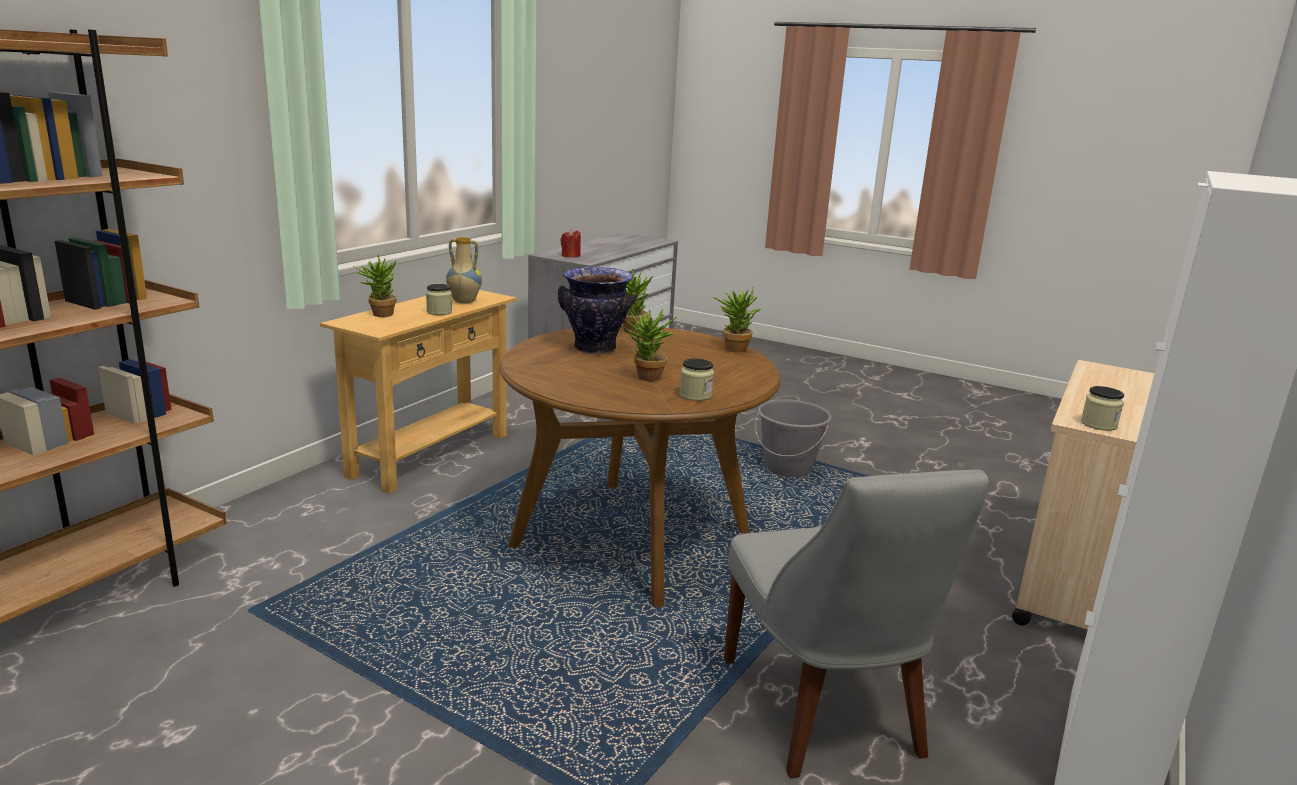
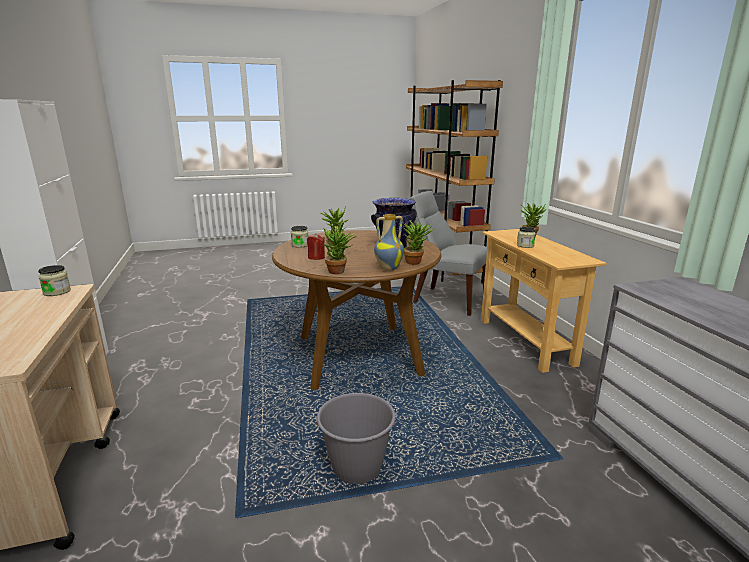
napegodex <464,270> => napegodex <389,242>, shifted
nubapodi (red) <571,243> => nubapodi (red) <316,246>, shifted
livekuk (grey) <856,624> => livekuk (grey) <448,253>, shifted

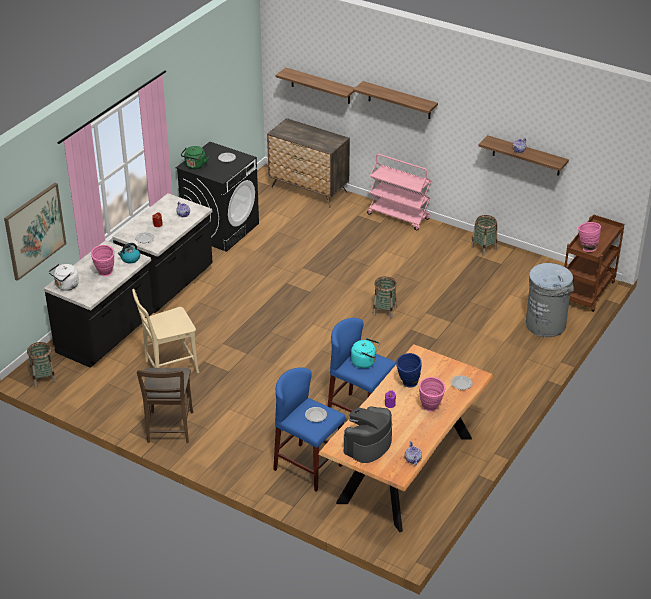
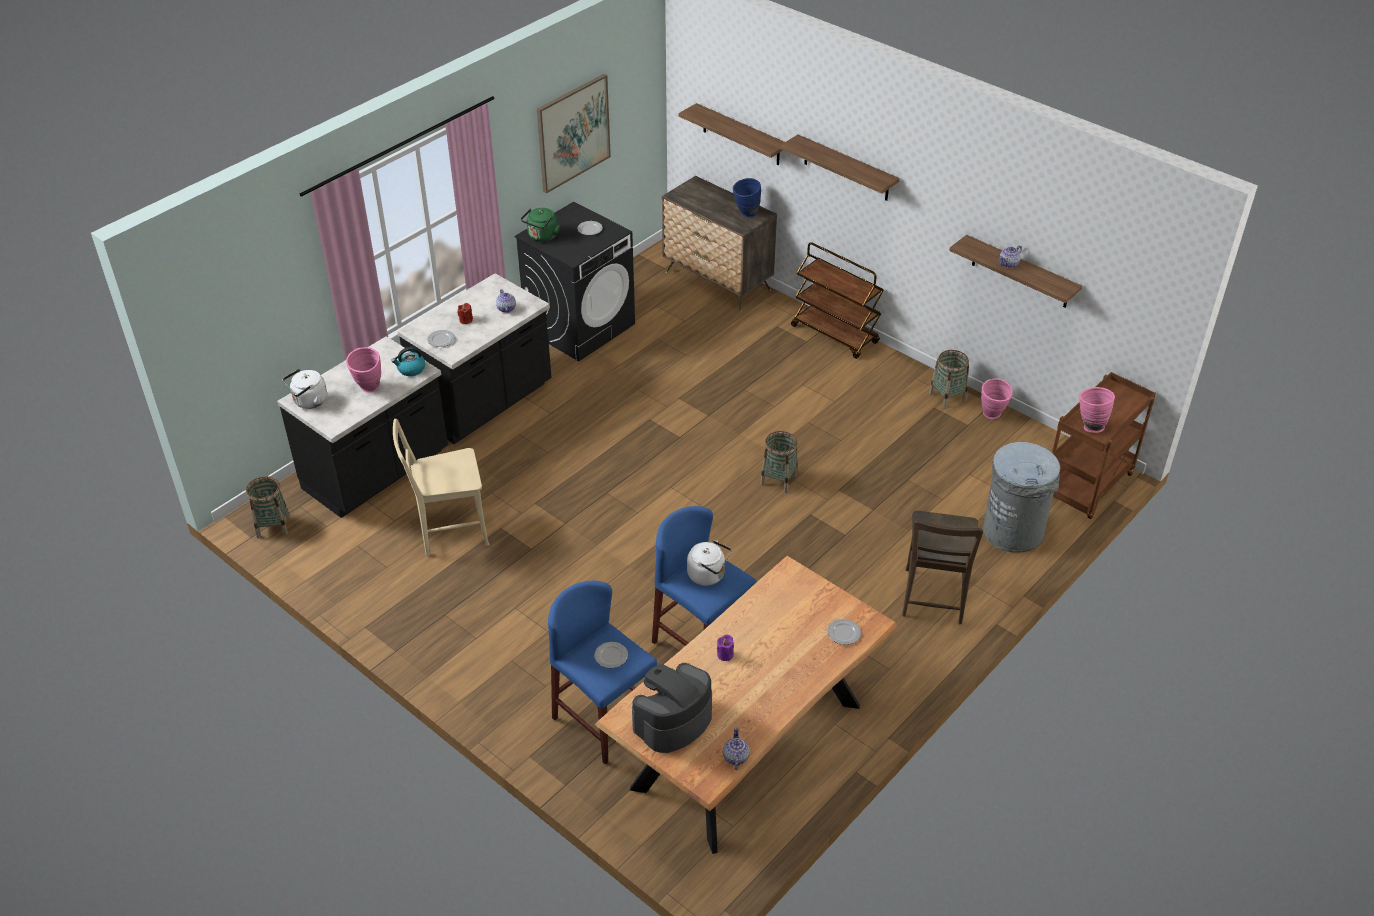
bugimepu <35,232> => bugimepu <574,134>, shifted
livekuk (brown) <165,405> => livekuk (brown) <942,567>, shifted
napegodex (blue) <409,370> => napegodex (blue) <747,198>, shifted
napegodex (pink) <432,394> => napegodex (pink) <997,398>, shifted
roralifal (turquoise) <365,353> => roralifal (white) <709,563>
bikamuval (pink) <399,192> => bikamuval (brown) <837,300>

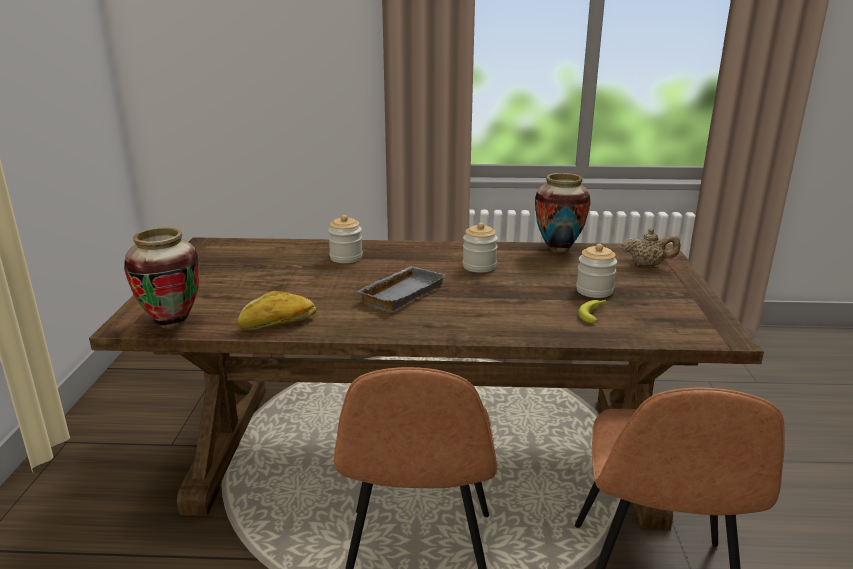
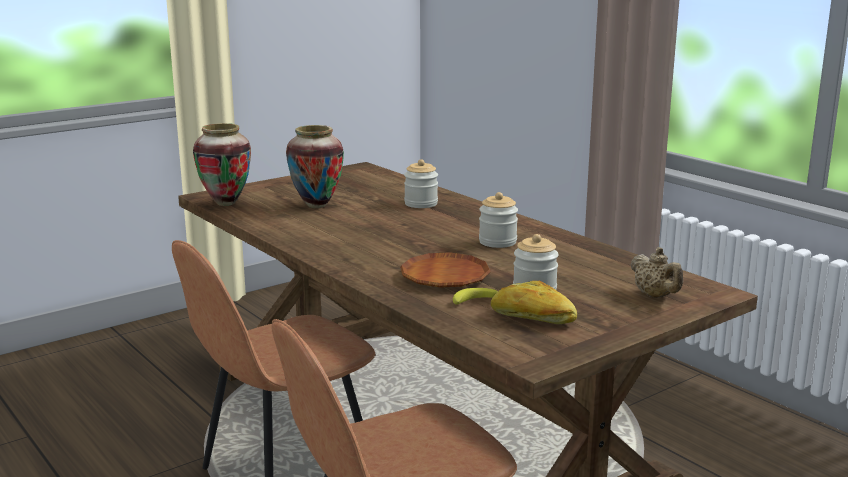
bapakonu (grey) <402,288> => nothing
nothing => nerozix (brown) <445,270>
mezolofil <277,310> => mezolofil <534,302>, shifted
napegodex <563,213> => napegodex <315,166>, shifted

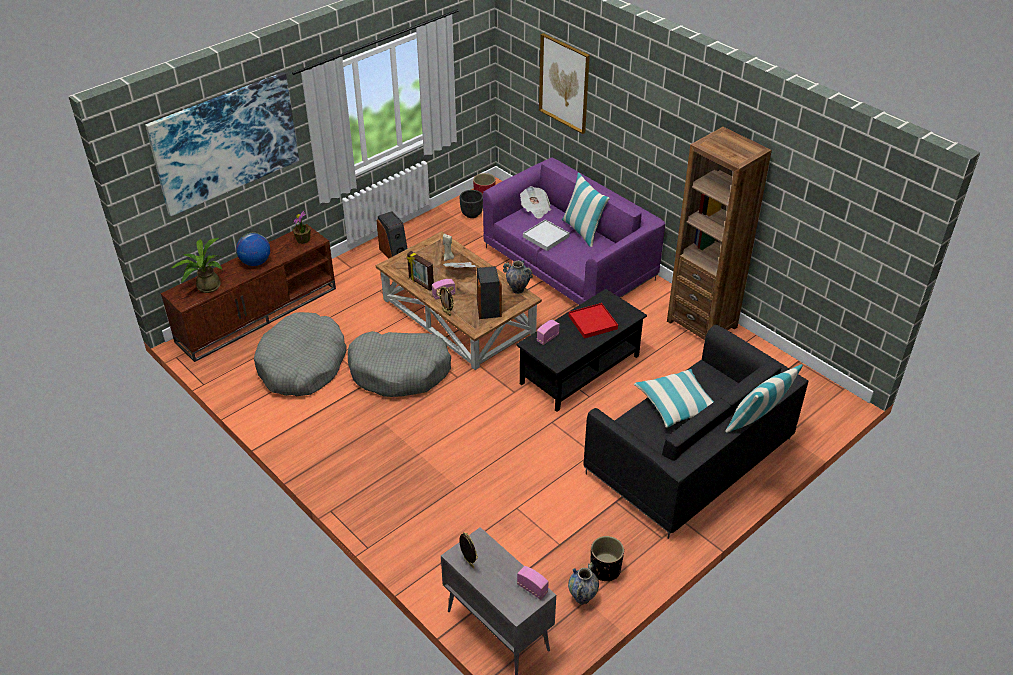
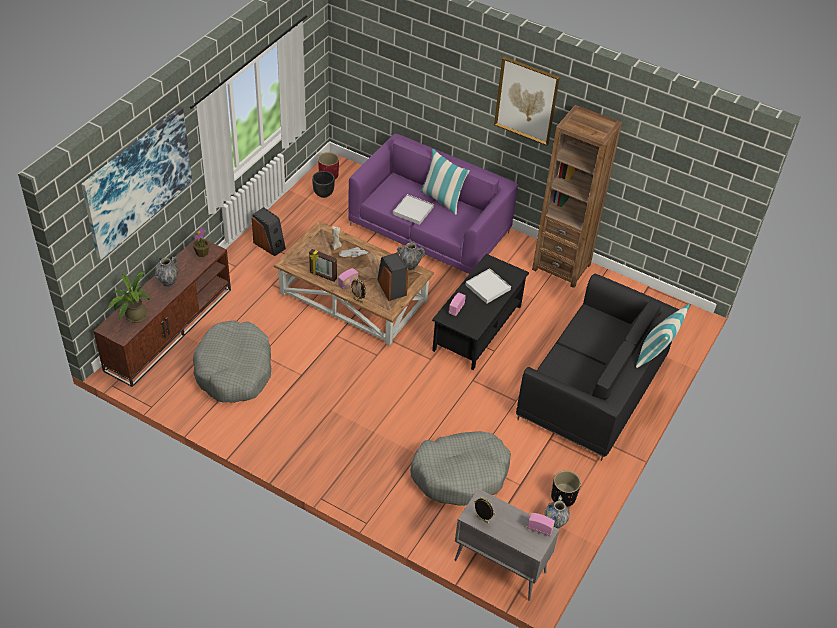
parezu <535,202> => nothing
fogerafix <674,398> => nothing
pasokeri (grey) <399,364> => pasokeri (grey) <460,468>, shifted
bugimepu <564,83> => bugimepu <527,101>, shifted
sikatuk <253,249> => napegodex <166,271>
bapakonu (red) <593,321> => bapakonu (white) <488,286>

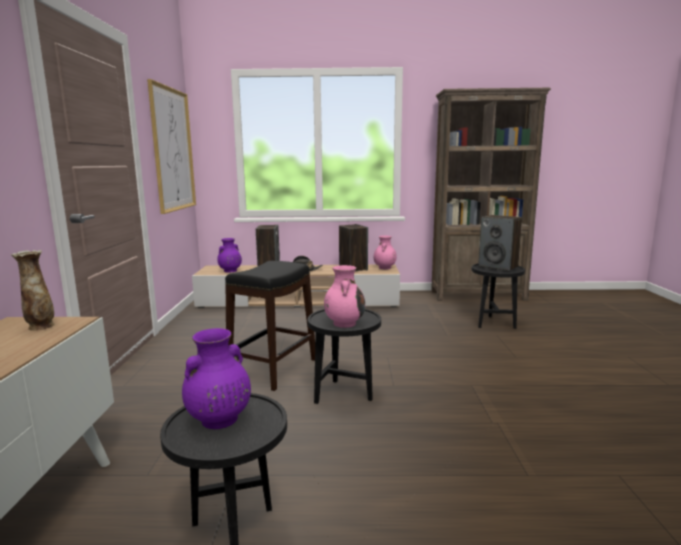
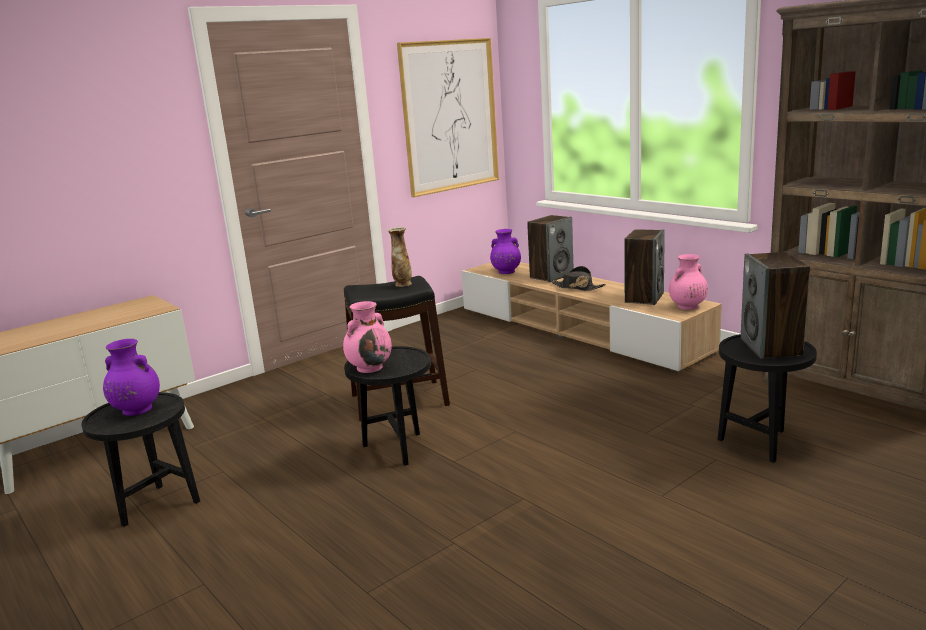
napegodex <33,290> => napegodex <399,257>, shifted

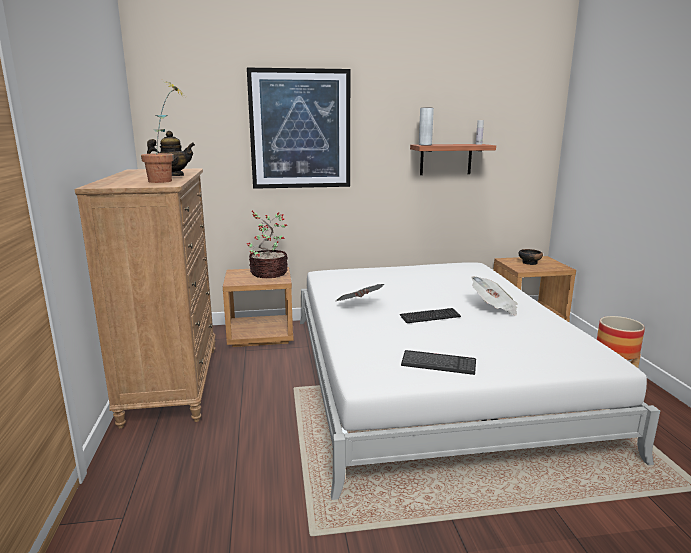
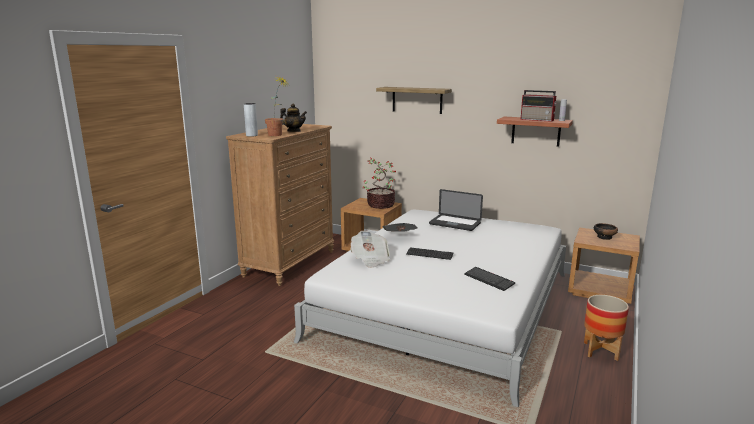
nothing => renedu <456,210>
nothing => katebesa <538,106>
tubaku <438,362> => tubaku <489,279>, shifted
napegodex (grey) <426,126> => napegodex (grey) <251,120>, shifted
parezu <494,296> => parezu <370,249>, shifted
bugimepu <298,128> => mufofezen <414,100>

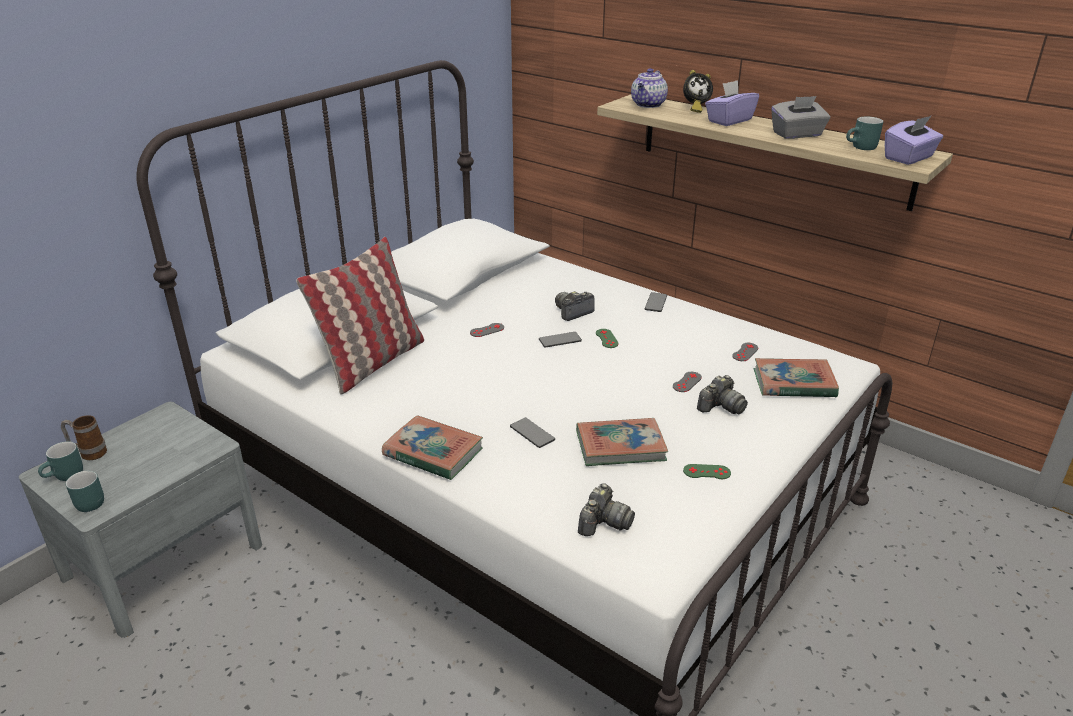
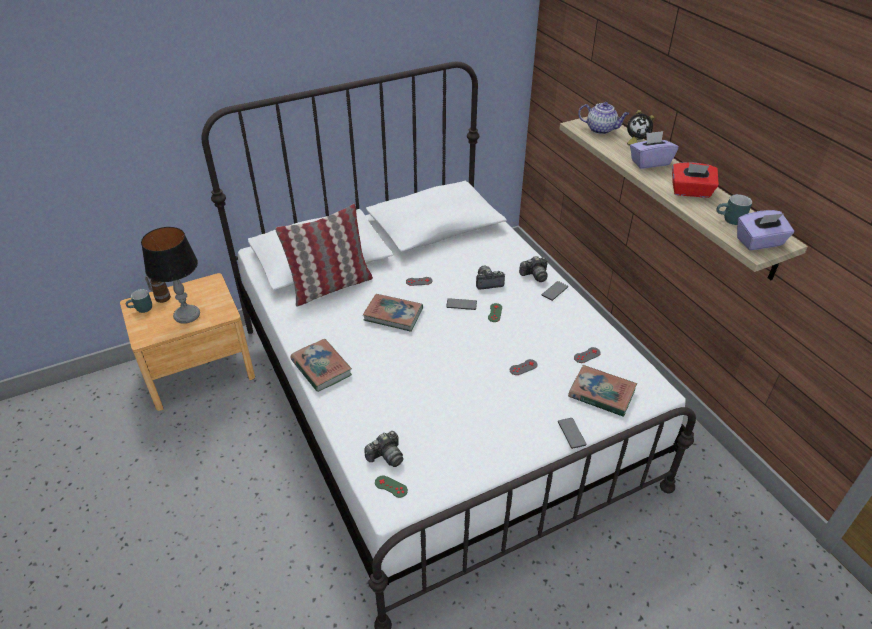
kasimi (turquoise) <85,491> => nothing
nothing => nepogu <170,275>
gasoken <532,433> => gasoken <572,433>, shifted
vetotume <622,442> => vetotume <393,313>, shifted
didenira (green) <707,471> => didenira (green) <391,486>, shifted
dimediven <722,394> => dimediven <533,269>, shifted
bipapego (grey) <140,520> => bipapego (brown) <187,342>
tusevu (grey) <800,117> => tusevu (red) <695,180>
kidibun <649,88> => kidibun <603,118>, 120 degrees counterclockwise

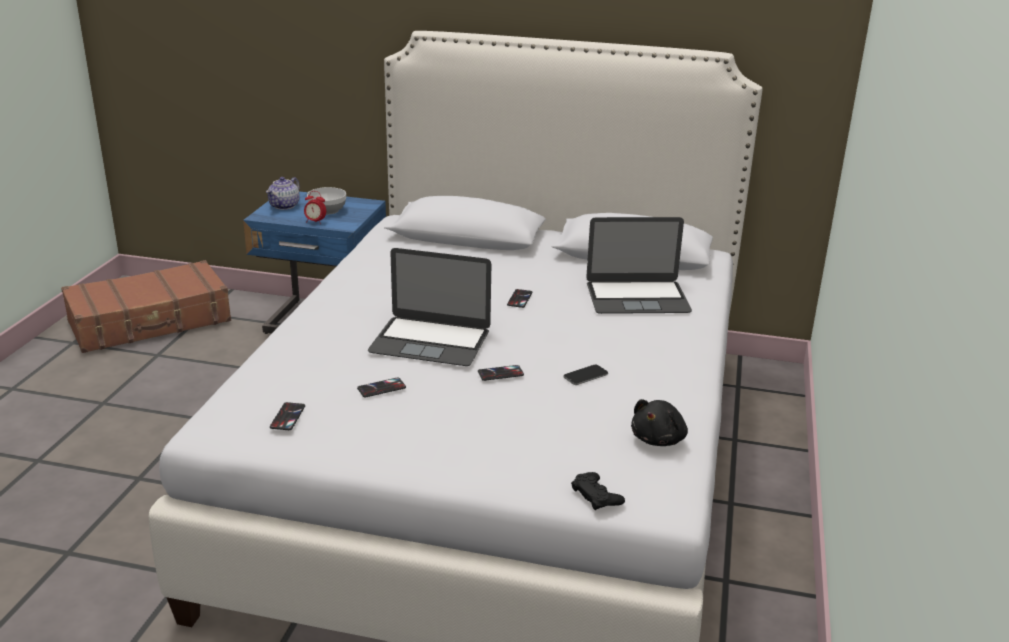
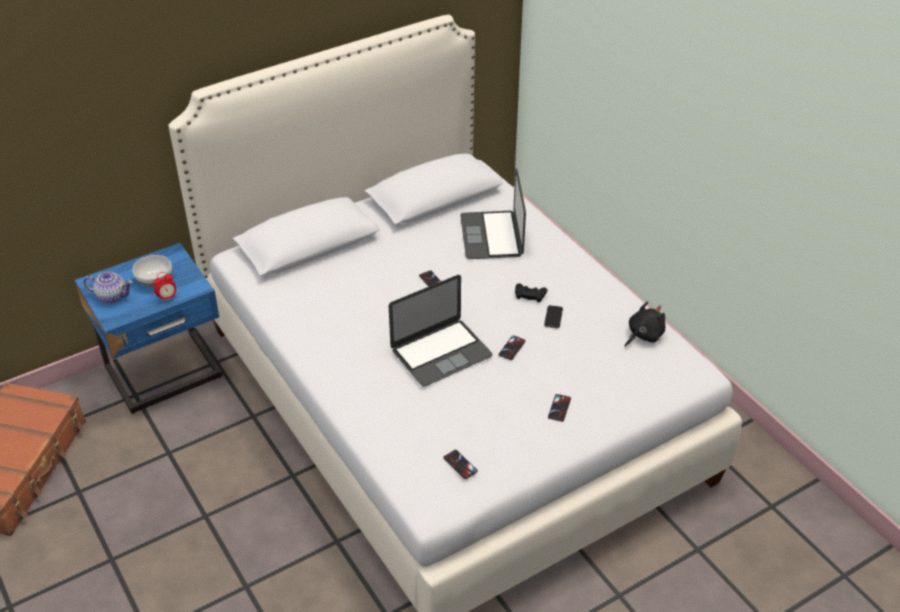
gasoken <381,387> => gasoken <559,408>, shifted
didenira (black) <598,491> => didenira (black) <531,293>, shifted
kidibun <283,193> => kidibun <108,288>, 60 degrees counterclockwise
renedu <639,265> => renedu <493,213>, 135 degrees clockwise
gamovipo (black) <659,422> => gamovipo (black) <645,324>, 120 degrees counterclockwise

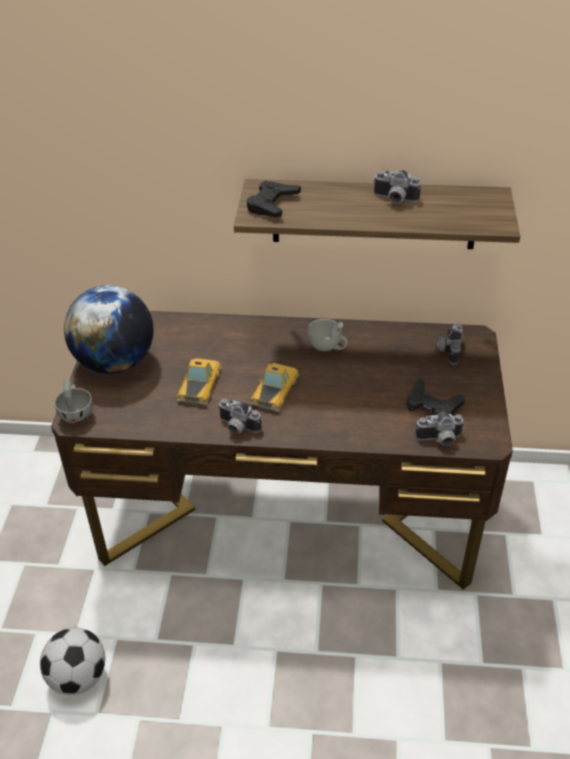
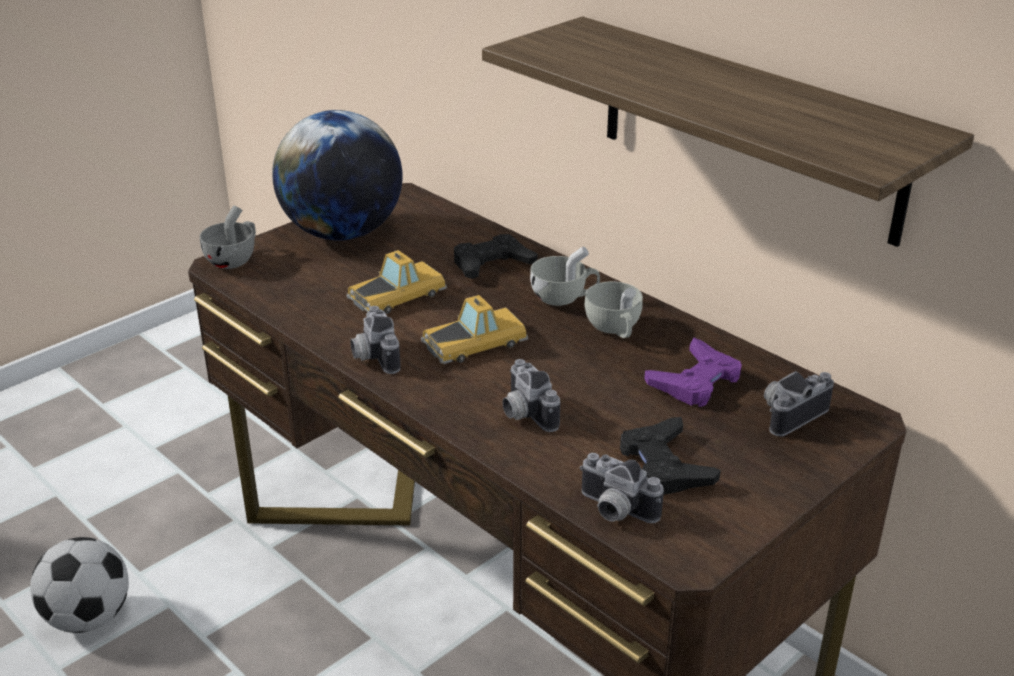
nothing => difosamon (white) <565,276>
nothing => didenira (purple) <693,372>
didenira (black) <274,199> => didenira (black) <495,256>, shifted
dimediven <397,186> => dimediven <531,395>, shifted

